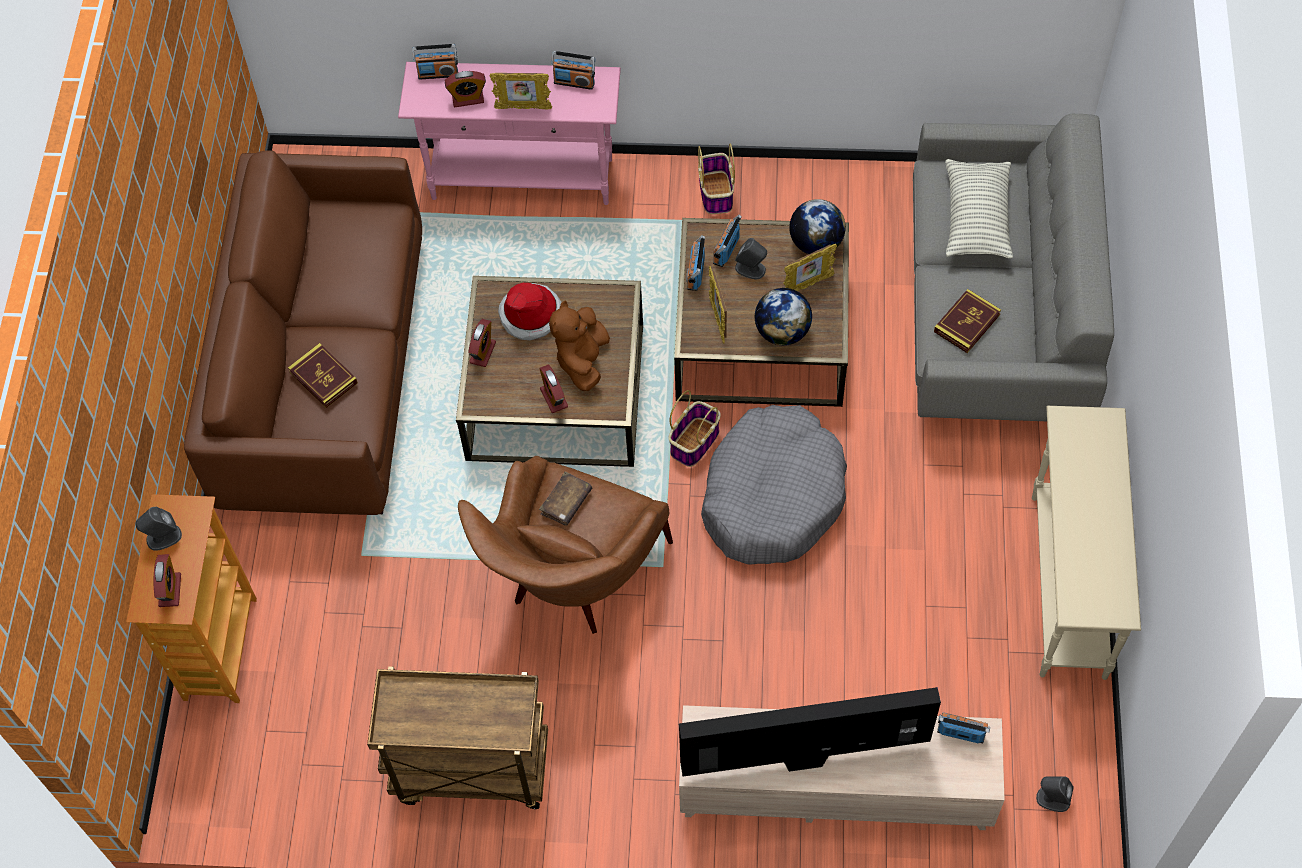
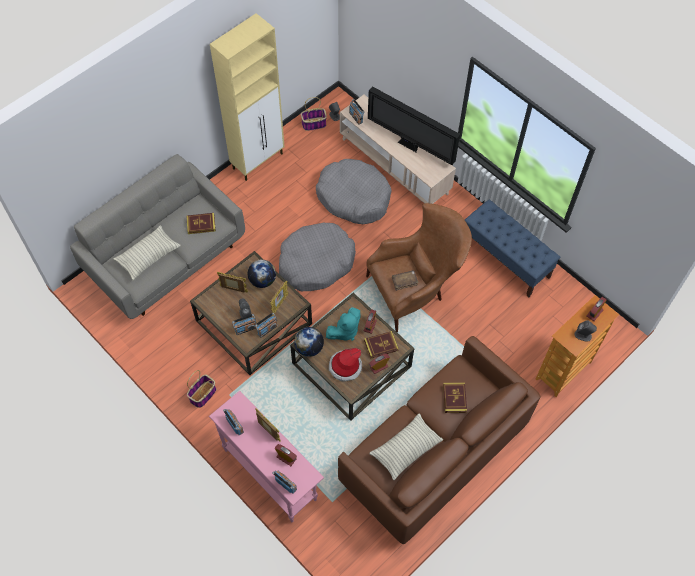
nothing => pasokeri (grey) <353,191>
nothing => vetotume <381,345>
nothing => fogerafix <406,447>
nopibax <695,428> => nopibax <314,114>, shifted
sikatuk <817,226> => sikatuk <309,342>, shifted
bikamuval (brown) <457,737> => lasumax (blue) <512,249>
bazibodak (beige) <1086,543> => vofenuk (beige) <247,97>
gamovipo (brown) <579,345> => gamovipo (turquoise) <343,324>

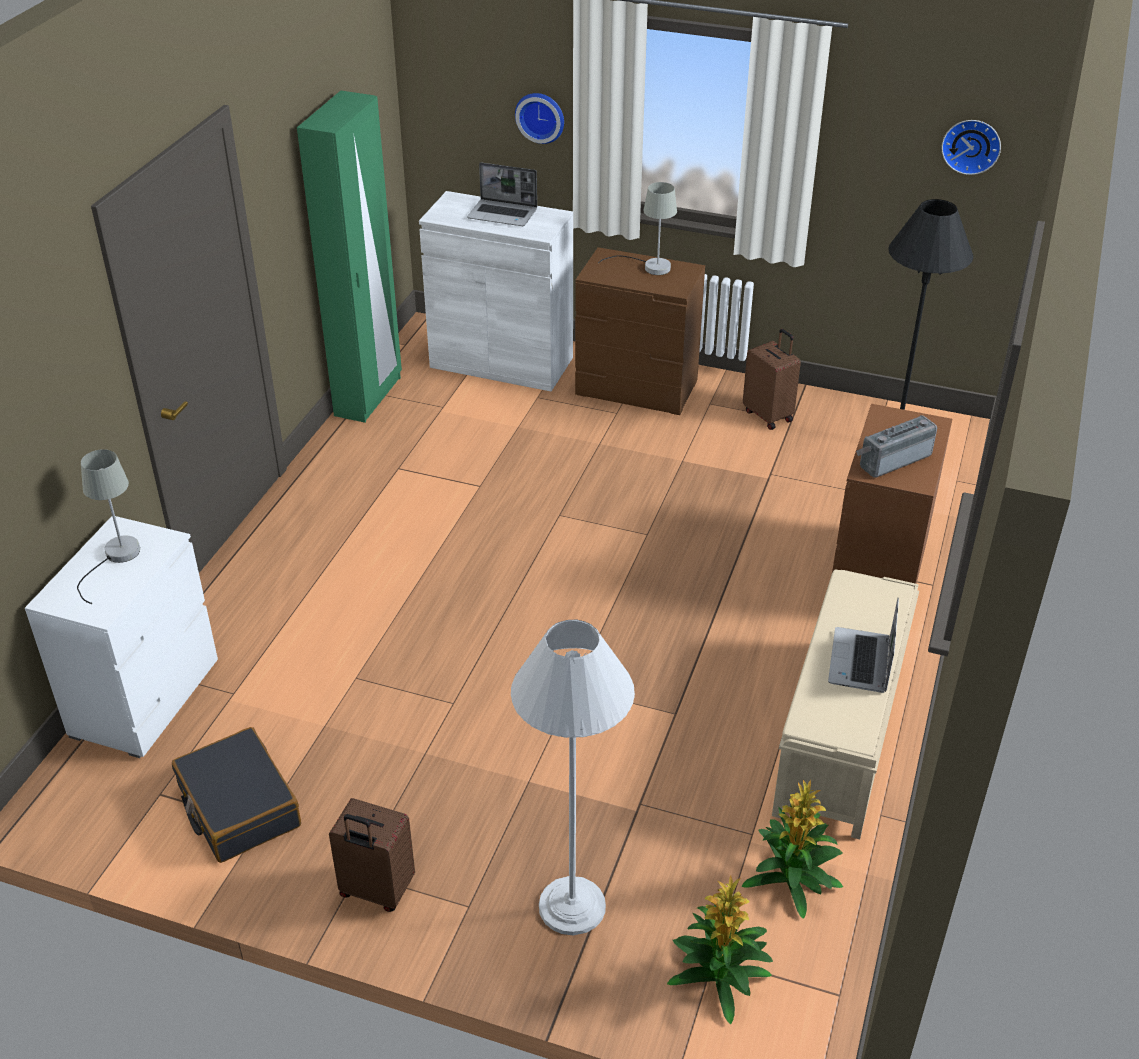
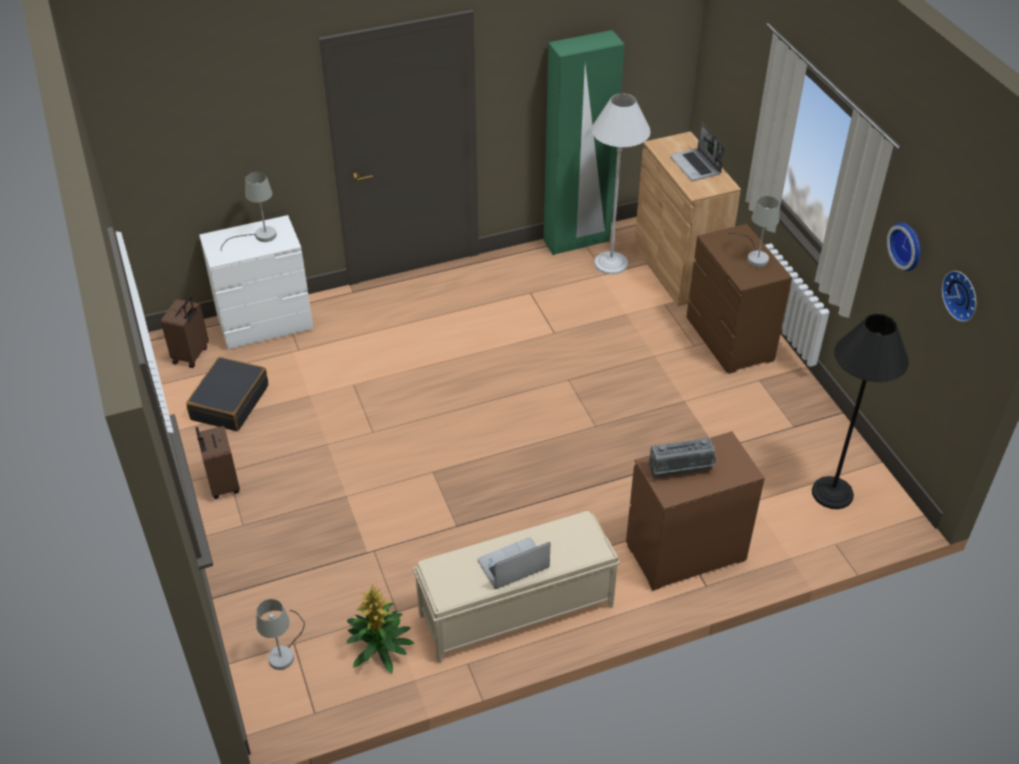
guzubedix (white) <573,778> => guzubedix (white) <621,183>, shifted
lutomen <539,118> => lutomen <904,246>, shifted
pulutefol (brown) <772,379> => pulutefol (brown) <185,332>, shifted
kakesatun <720,950> => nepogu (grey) <280,634>
vofenuk (white) <496,291> => vofenuk (brown) <687,218>
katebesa <896,446> => katebesa <682,457>, 150 degrees clockwise

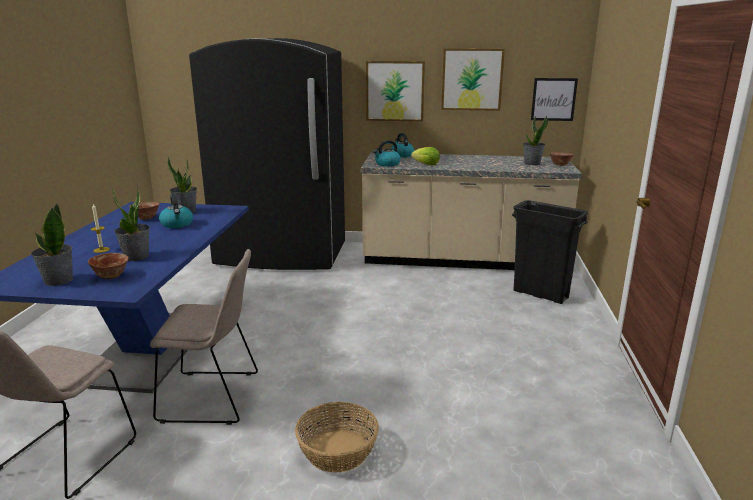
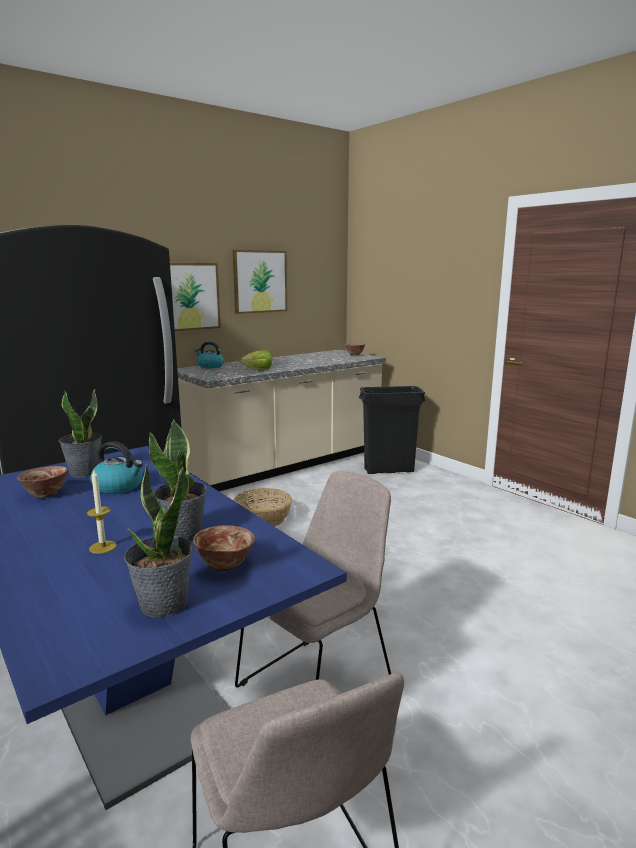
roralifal <387,153> => nothing
kakesatun <535,140> => nothing
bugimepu <554,99> => nothing
nopibax <337,437> => nopibax <262,507>, shifted

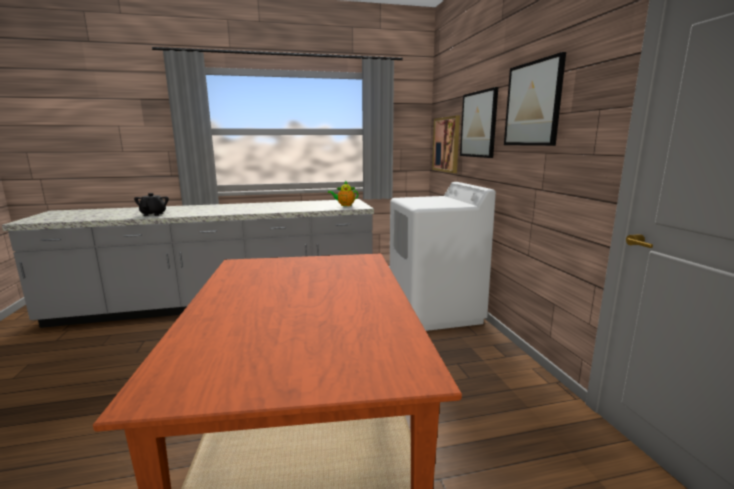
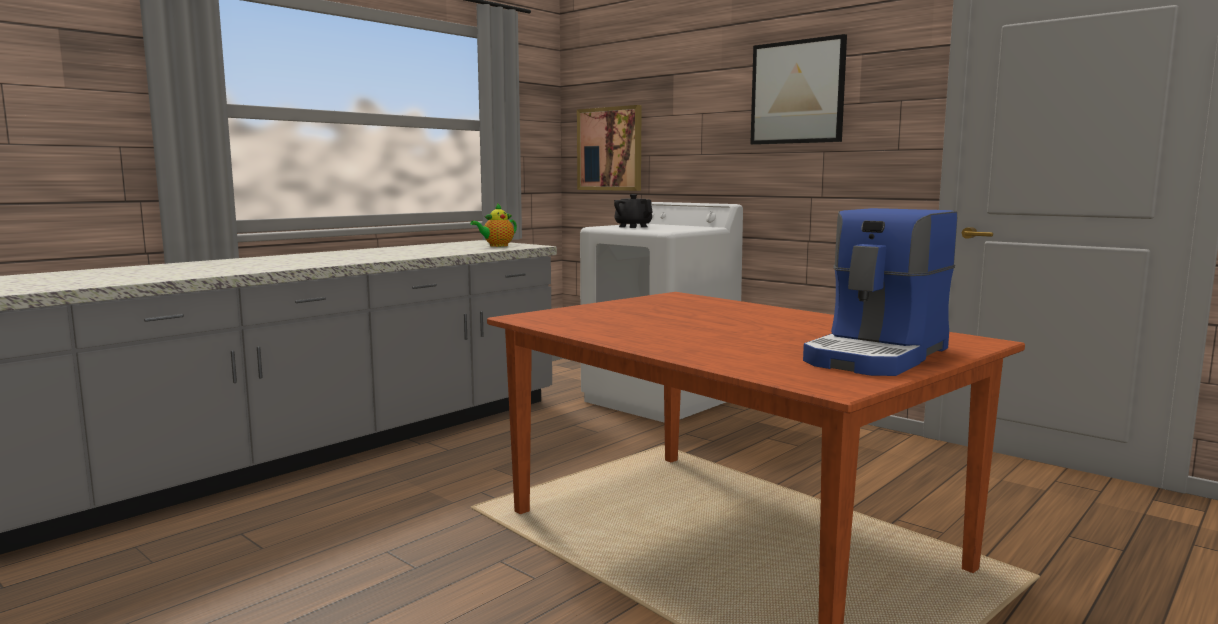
bugimepu <479,122> => nothing
nothing => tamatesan <880,292>
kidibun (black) <151,204> => kidibun (black) <633,211>, shifted

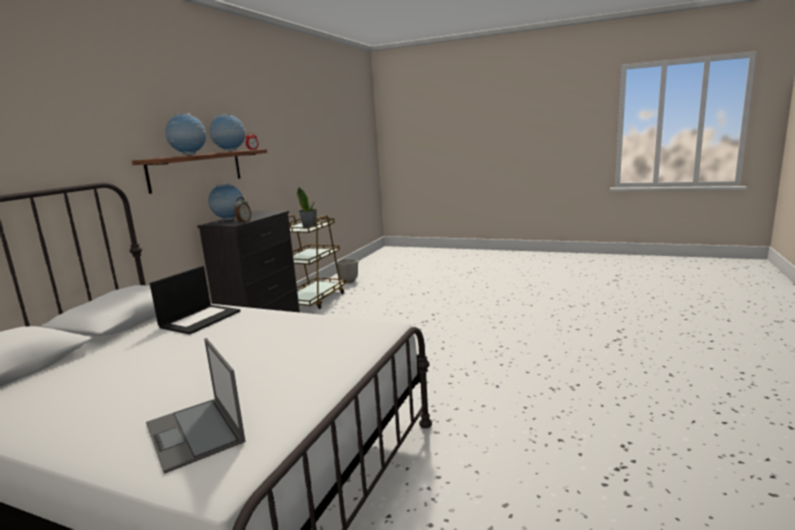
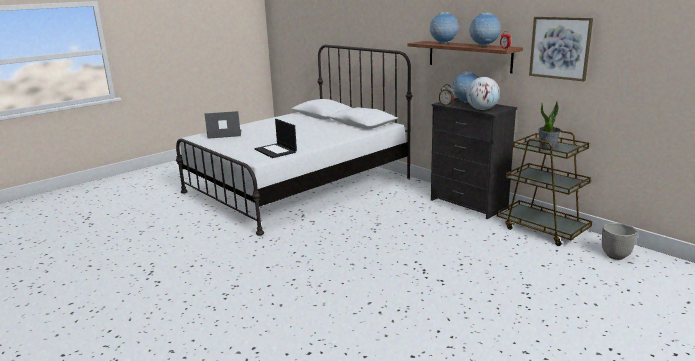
nothing => sikatuk <483,93>
nothing => bugimepu <561,49>
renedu <195,300> => renedu <275,138>, shifted

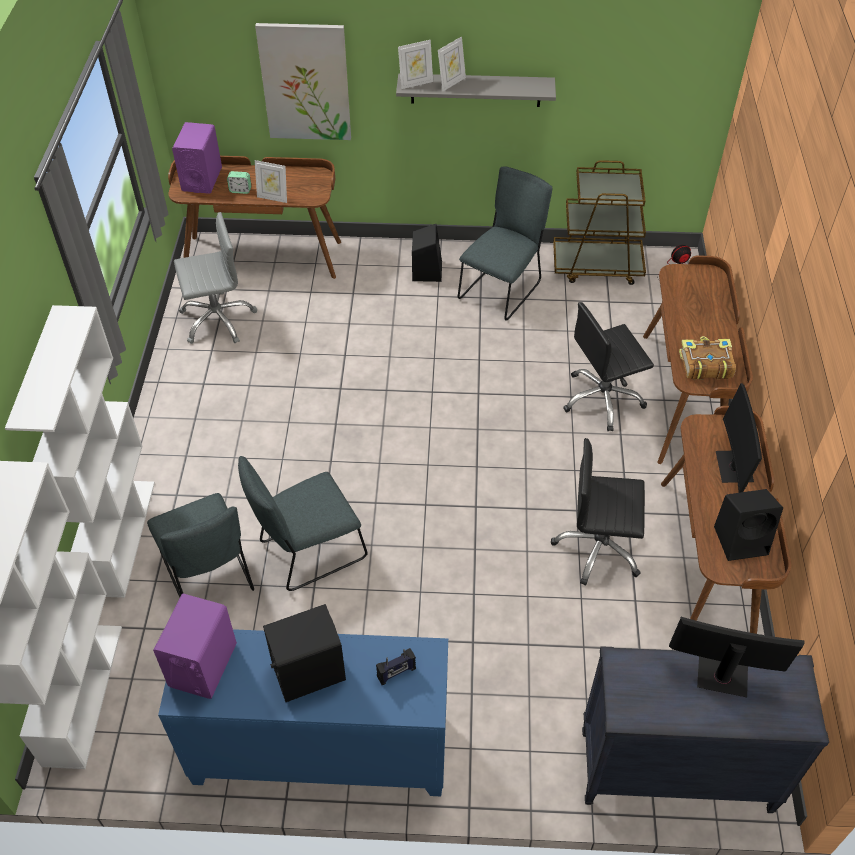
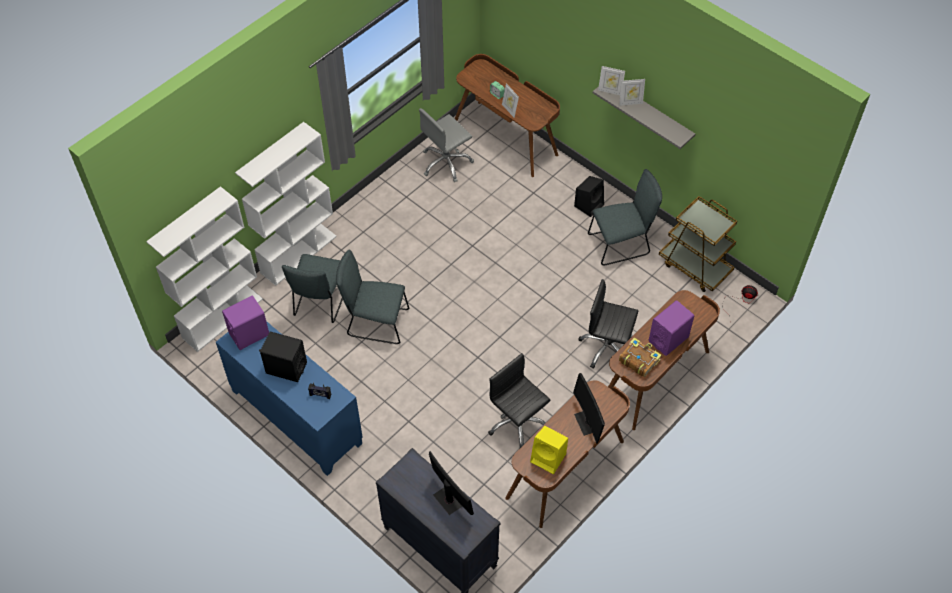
bugimepu <303,81> => nothing
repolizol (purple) <197,158> => repolizol (purple) <671,328>, shifted
repolizol (black) <748,525> => repolizol (yellow) <549,450>
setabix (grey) <215,278> => setabix (grey) <446,145>, 120 degrees clockwise
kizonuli <739,438> => kizonuli <589,408>, 60 degrees counterclockwise

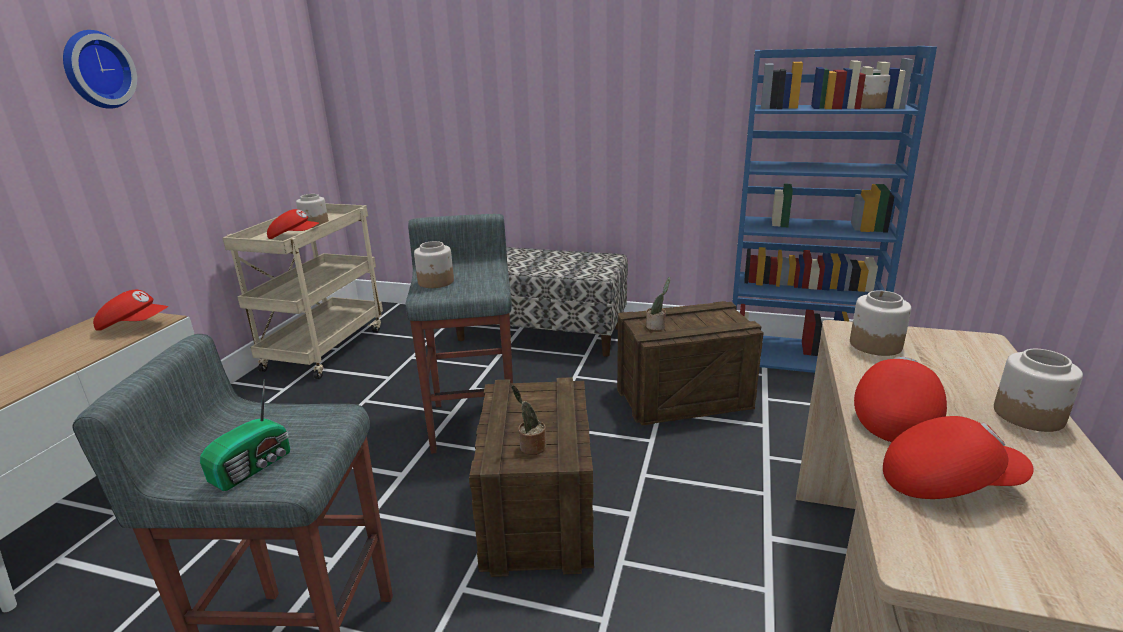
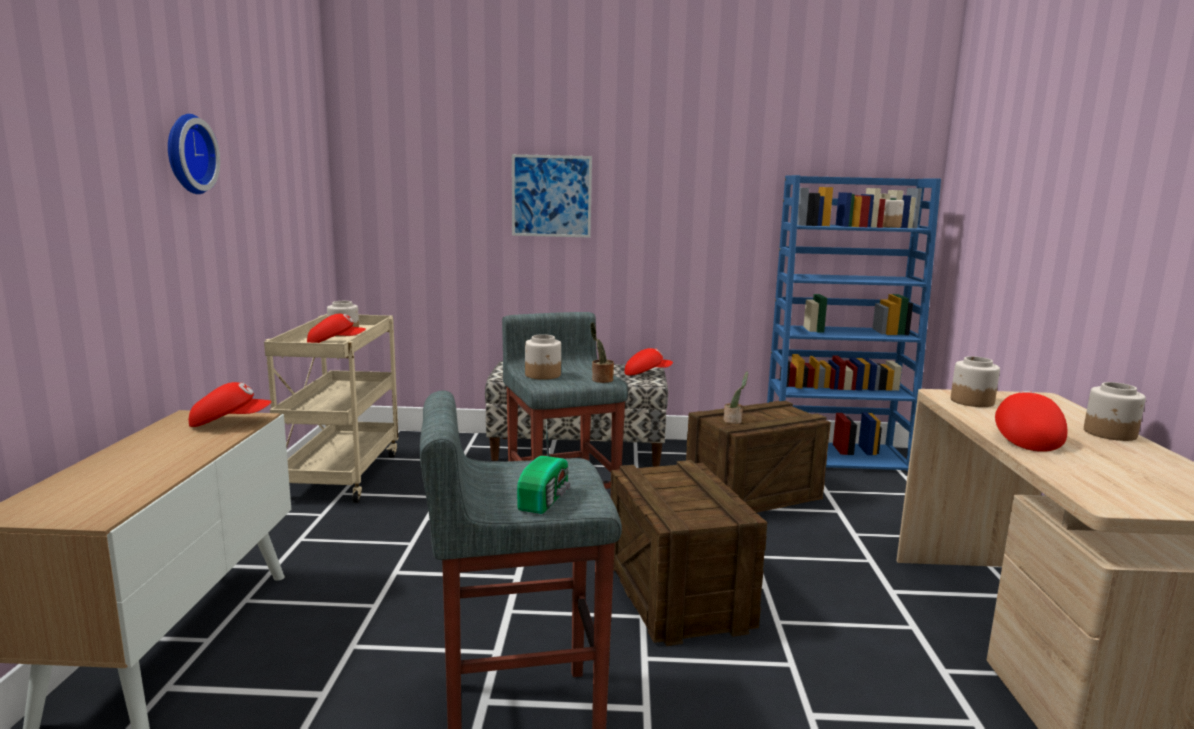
nothing => bugimepu <552,196>
kakesatun <528,420> => kakesatun <602,352>, shifted
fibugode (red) <958,457> => fibugode (red) <649,362>, shifted

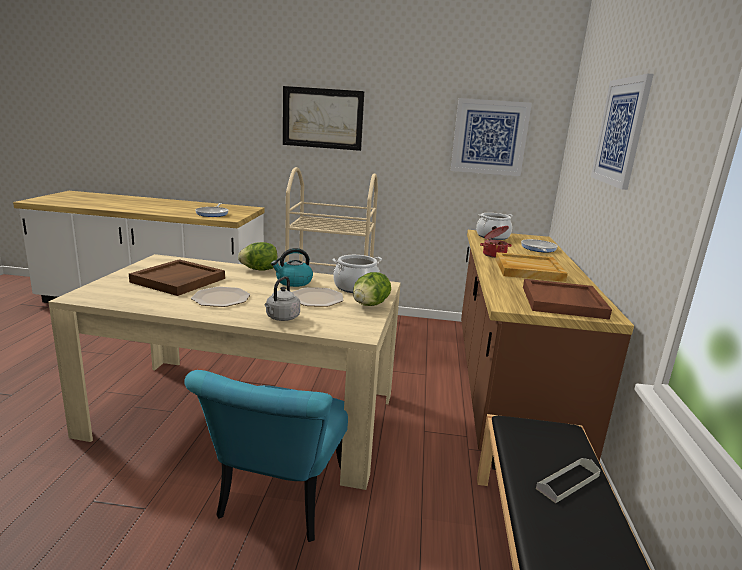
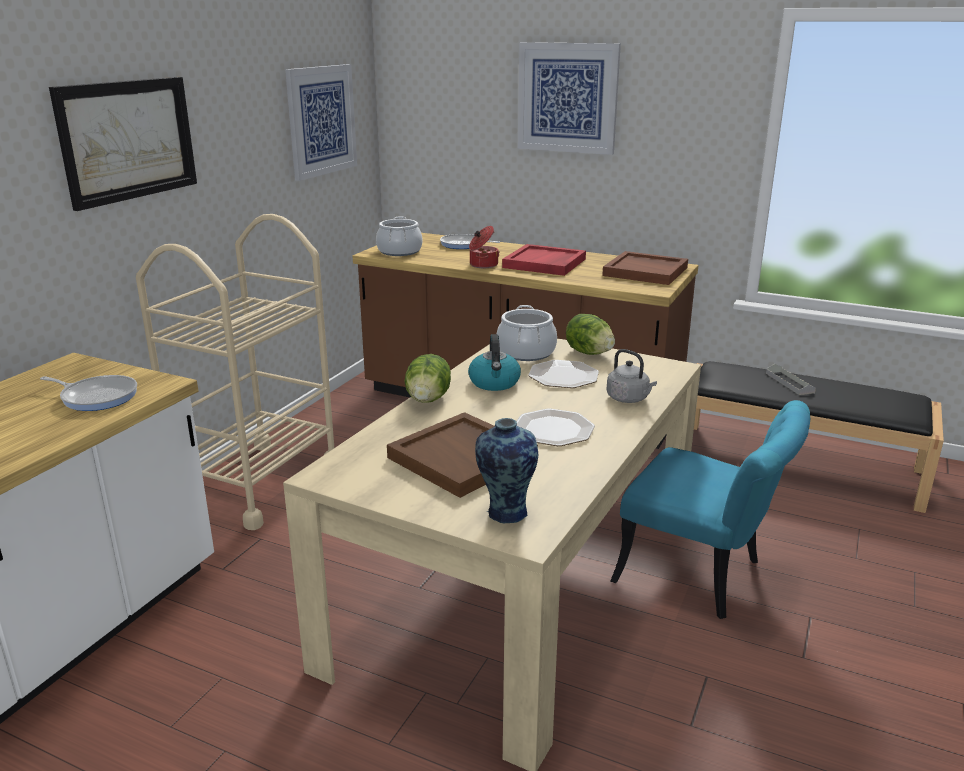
nothing => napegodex <506,470>
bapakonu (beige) <531,267> => bapakonu (red) <544,260>

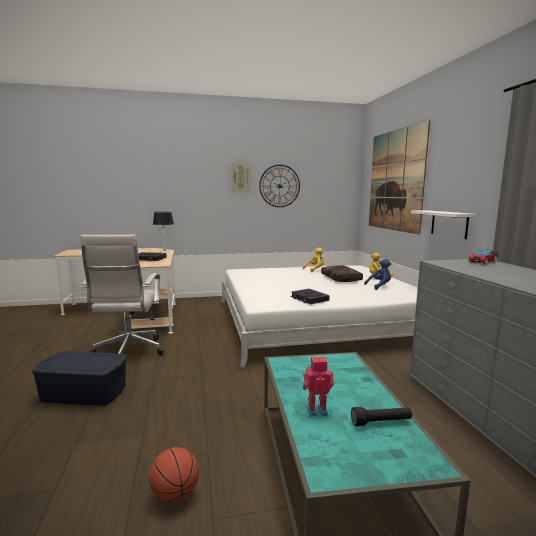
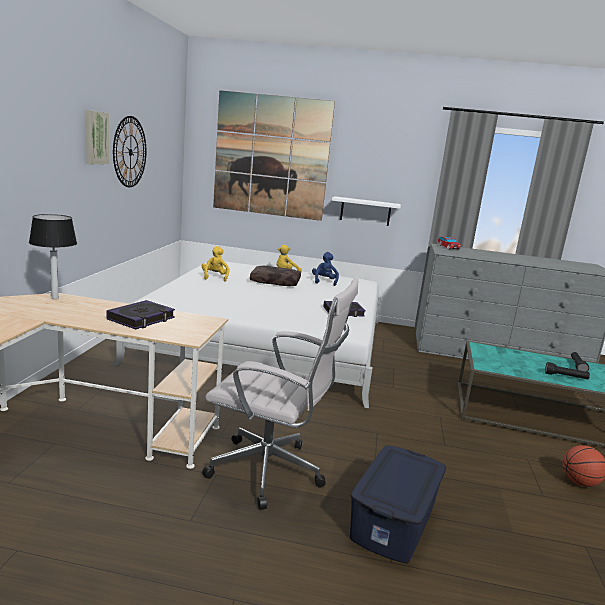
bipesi <318,386> => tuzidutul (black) <567,370>

